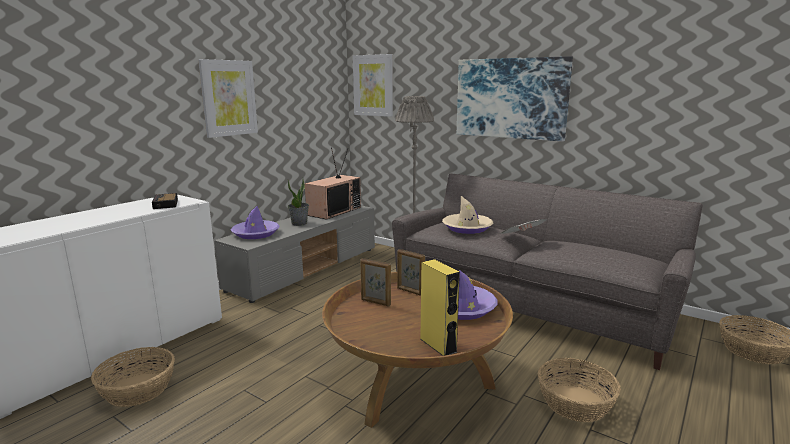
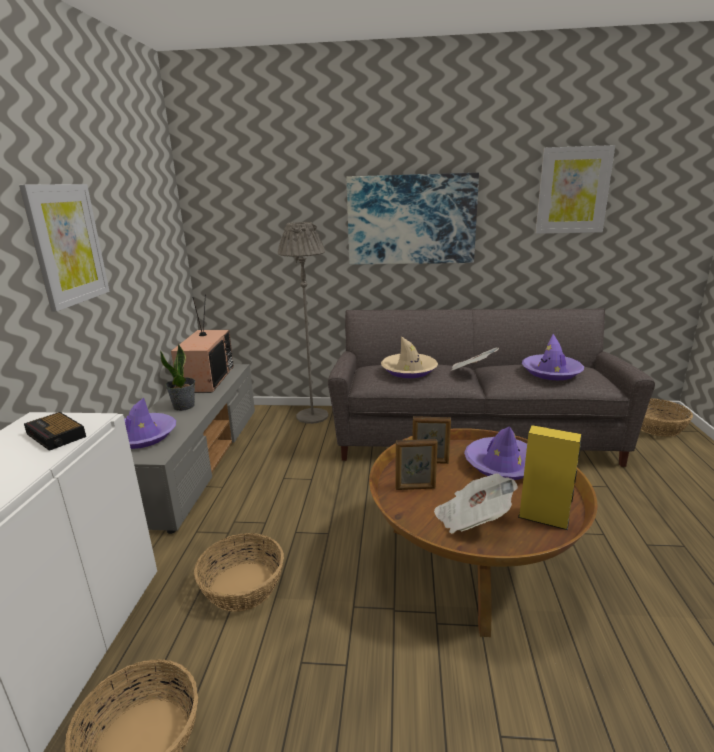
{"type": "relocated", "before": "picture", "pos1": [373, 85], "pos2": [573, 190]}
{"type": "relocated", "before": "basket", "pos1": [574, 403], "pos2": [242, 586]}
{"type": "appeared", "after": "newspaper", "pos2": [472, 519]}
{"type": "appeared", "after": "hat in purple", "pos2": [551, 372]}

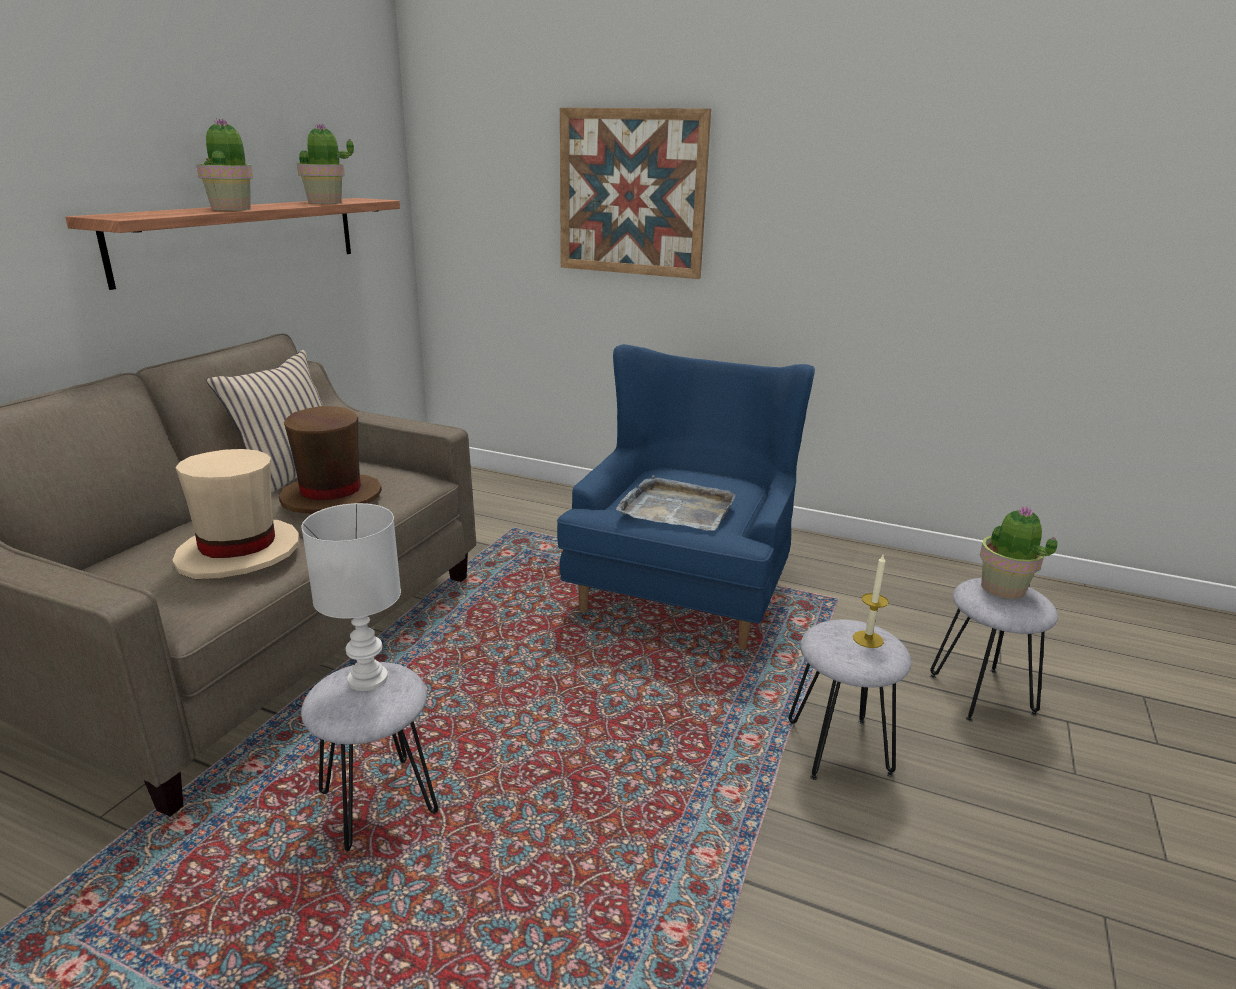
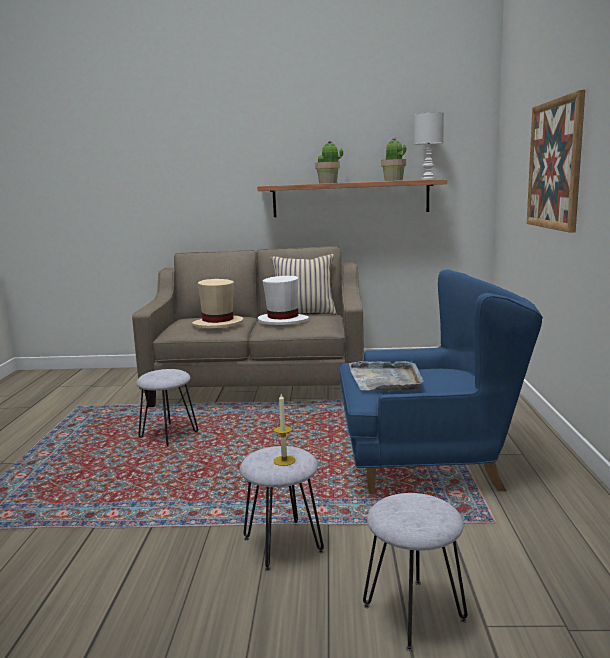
{"type": "colour", "before": "hat in brown", "after": "hat in white", "pos1": [331, 497], "pos2": [283, 321]}
{"type": "relocated", "before": "table lamp in white", "pos1": [366, 679], "pos2": [428, 179]}
{"type": "missing", "before": "potted plant", "pos1": [1003, 589]}

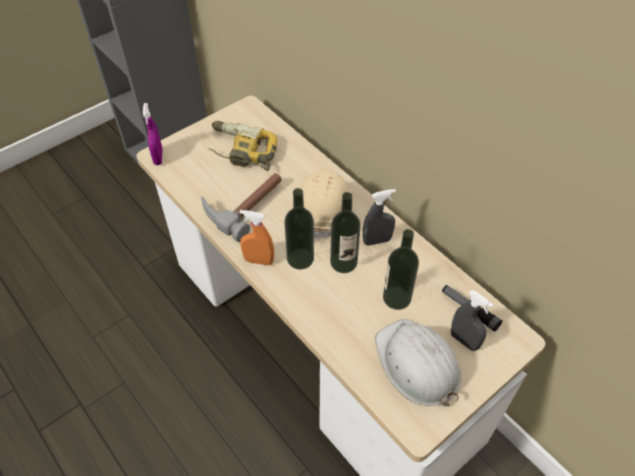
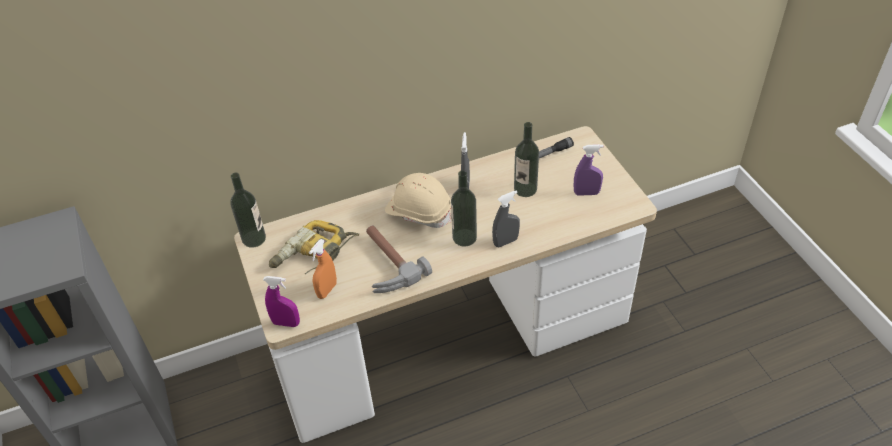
{"type": "relocated", "before": "spray bottle in orange", "pos1": [258, 261], "pos2": [327, 290]}
{"type": "relocated", "before": "bottle", "pos1": [343, 262], "pos2": [254, 238]}
{"type": "exchanged", "before": "hard hat in white", "after": "spray bottle in purple", "pos1": [417, 364], "pos2": [586, 193]}
{"type": "relocated", "before": "spray bottle in grey", "pos1": [464, 340], "pos2": [505, 242]}

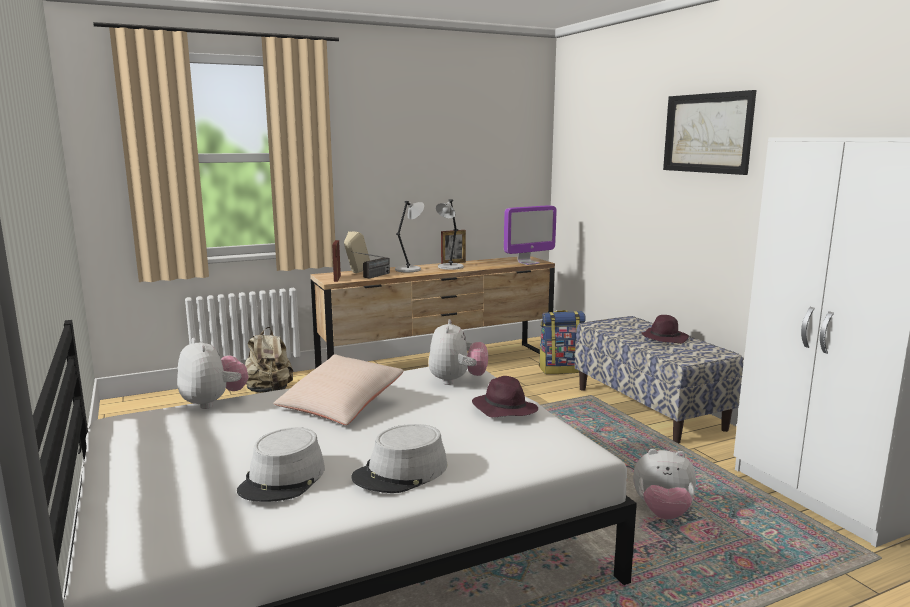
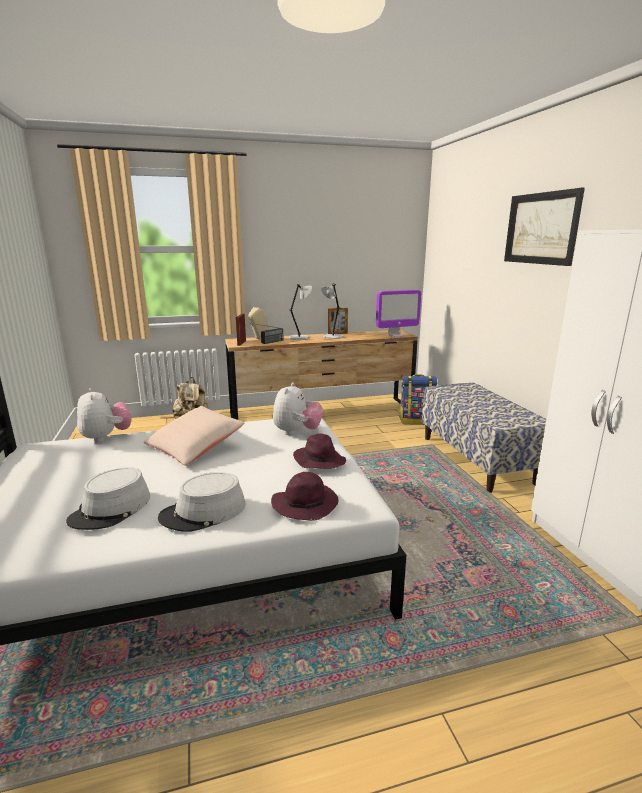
{"type": "missing", "before": "plush toy", "pos1": [662, 513]}
{"type": "relocated", "before": "hat in purple", "pos1": [664, 338], "pos2": [306, 504]}

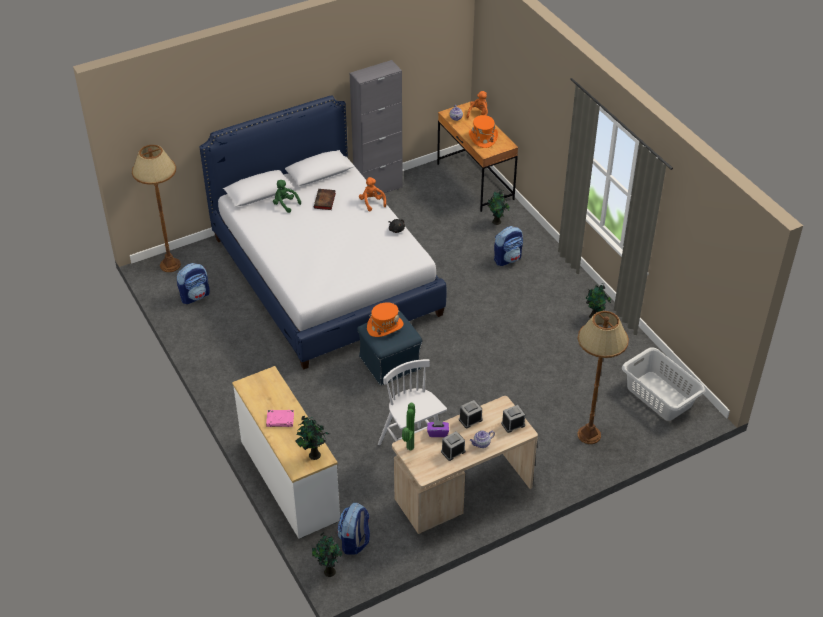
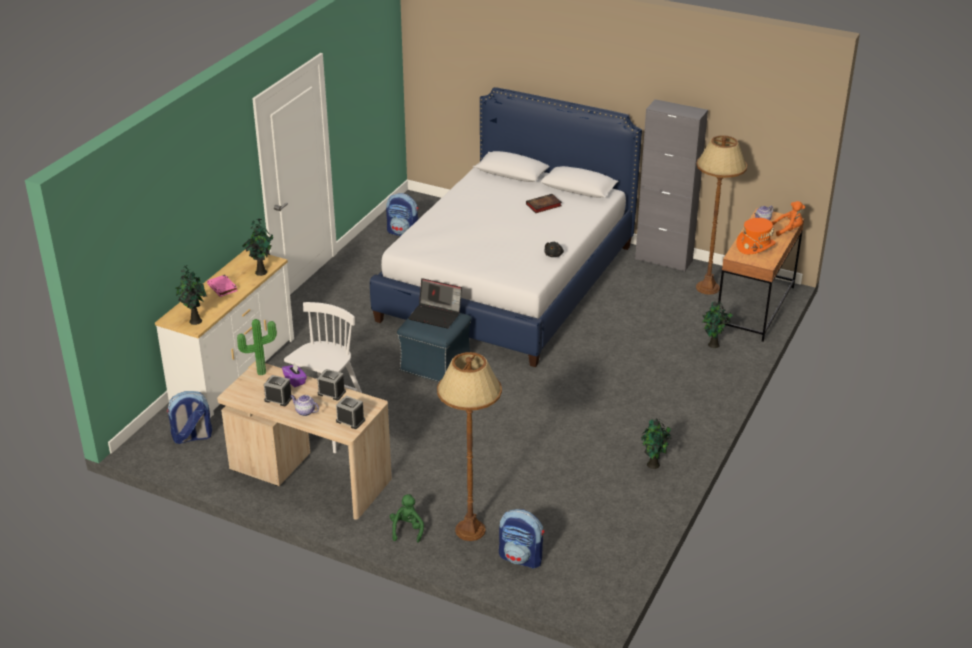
{"type": "relocated", "before": "floor lamp in brown", "pos1": [170, 265], "pos2": [708, 288]}
{"type": "relocated", "before": "plush toy in green", "pos1": [285, 204], "pos2": [407, 530]}
{"type": "relocated", "before": "potted plant", "pos1": [328, 571], "pos2": [261, 271]}
{"type": "missing", "before": "plush toy in orange", "pos1": [372, 202]}
{"type": "exchanged", "before": "hat in orange", "after": "laptop", "pos1": [385, 326], "pos2": [436, 315]}
{"type": "relocated", "before": "backpack", "pos1": [507, 259], "pos2": [521, 558]}
{"type": "missing", "before": "laundry basket in grey", "pos1": [659, 395]}

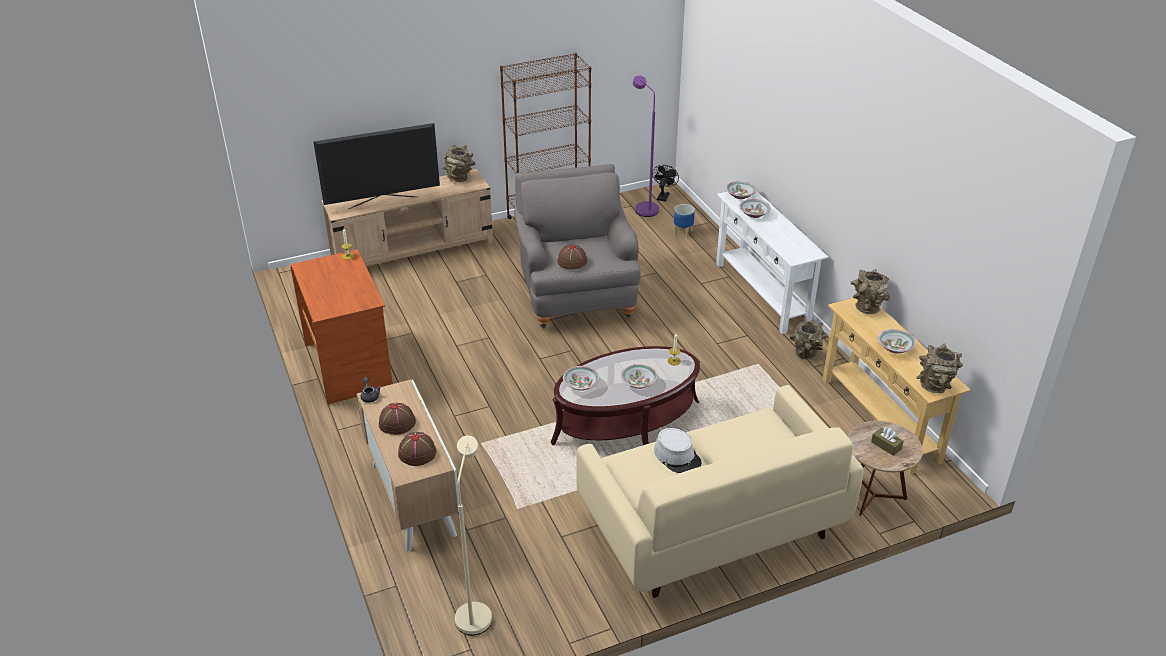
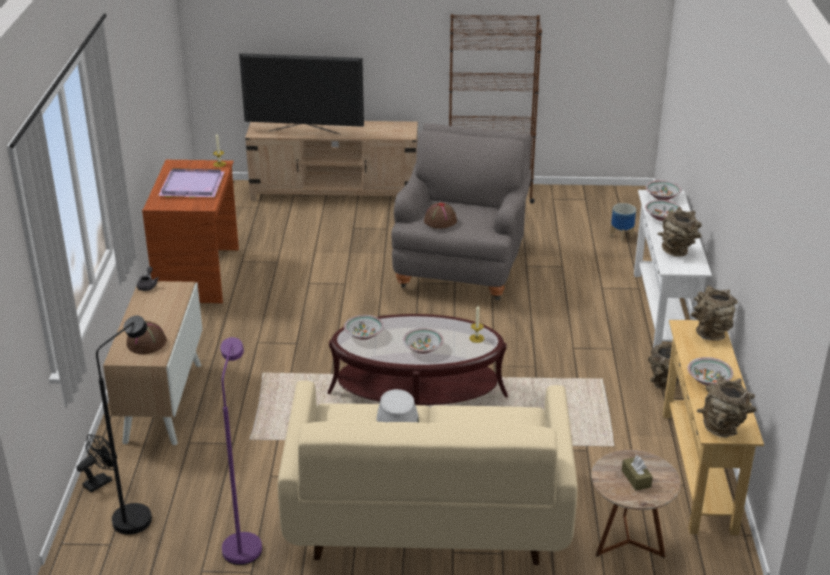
{"type": "missing", "before": "hat in brown", "pos1": [397, 423]}
{"type": "relocated", "before": "vase in brown", "pos1": [460, 178], "pos2": [678, 251]}
{"type": "colour", "before": "floor lamp in beige", "after": "floor lamp in black", "pos1": [475, 611], "pos2": [139, 514]}
{"type": "relocated", "before": "floor lamp in purple", "pos1": [643, 207], "pos2": [243, 542]}
{"type": "relocated", "before": "fan in black", "pos1": [663, 196], "pos2": [101, 481]}
{"type": "appeared", "after": "tray in purple", "pos2": [191, 186]}

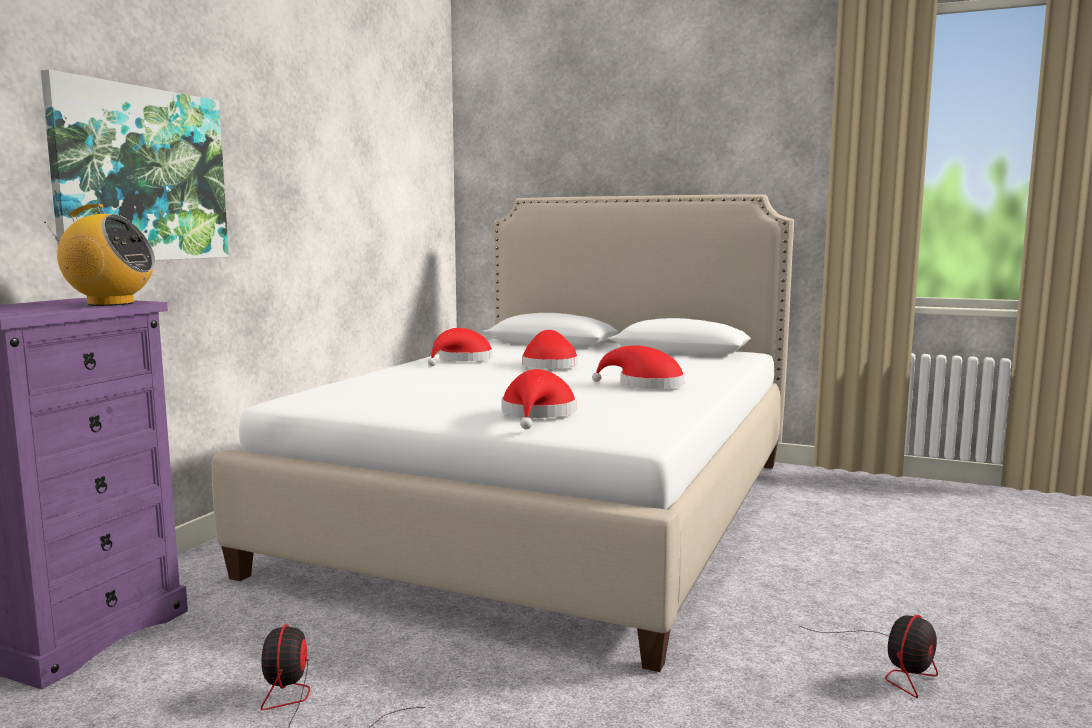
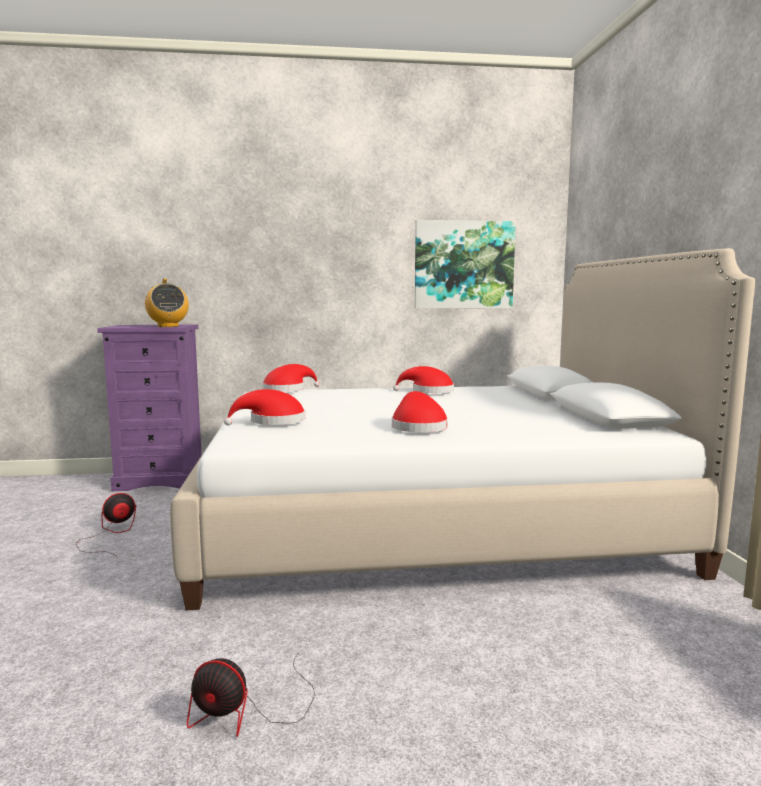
{"type": "relocated", "before": "picture", "pos1": [141, 175], "pos2": [464, 265]}
{"type": "relocated", "before": "hat in red", "pos1": [549, 365], "pos2": [287, 389]}

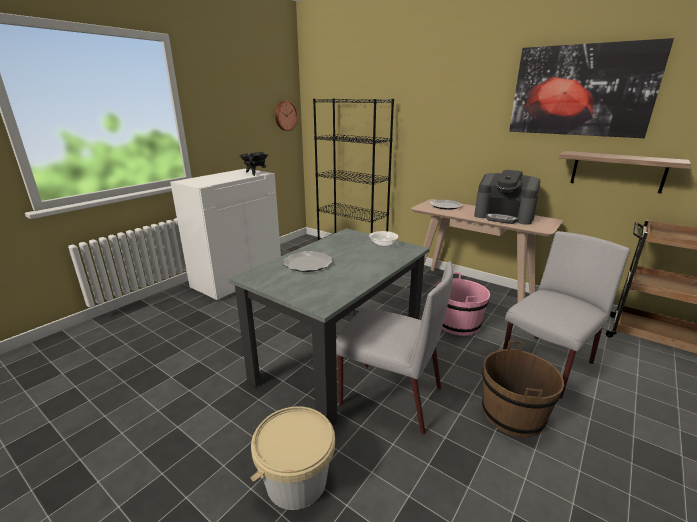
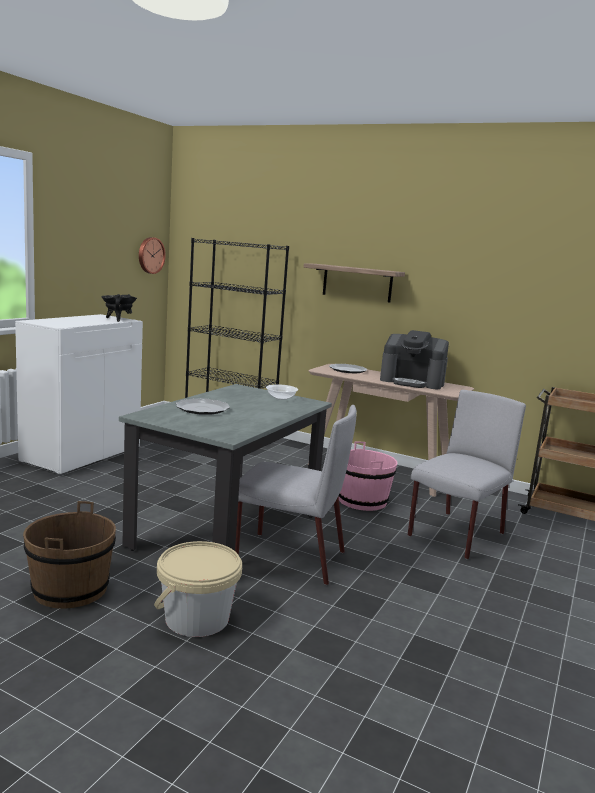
{"type": "relocated", "before": "bucket in brown", "pos1": [512, 414], "pos2": [71, 589]}
{"type": "missing", "before": "picture", "pos1": [581, 91]}
{"type": "relocated", "before": "shelf", "pos1": [617, 171], "pos2": [357, 283]}

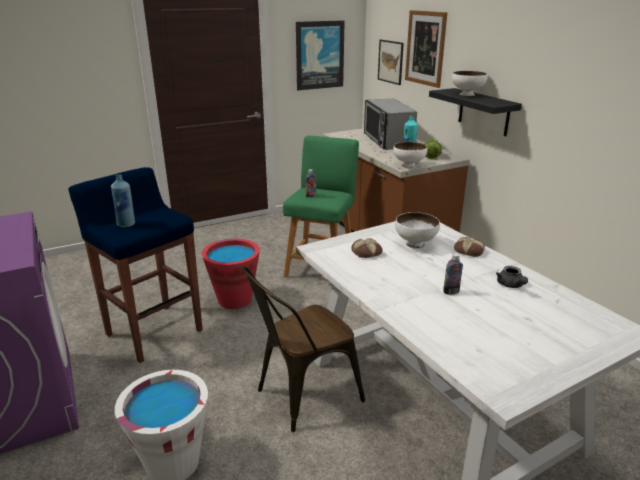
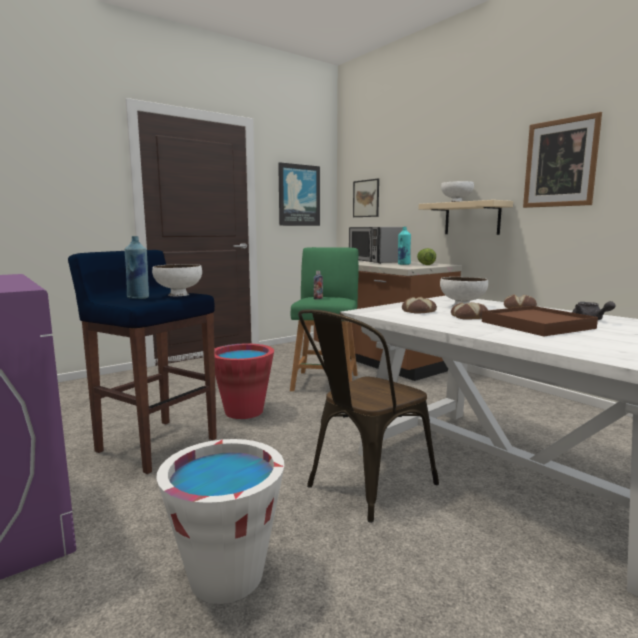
{"type": "relocated", "before": "bowl in white", "pos1": [409, 165], "pos2": [179, 295]}
{"type": "relocated", "before": "picture", "pos1": [425, 48], "pos2": [560, 163]}
{"type": "colour", "before": "shelf in black", "after": "shelf in beige", "pos1": [483, 112], "pos2": [472, 218]}
{"type": "exchanged", "before": "bottle", "after": "tray in brown", "pos1": [451, 292], "pos2": [537, 325]}
{"type": "appeared", "after": "bread", "pos2": [469, 317]}

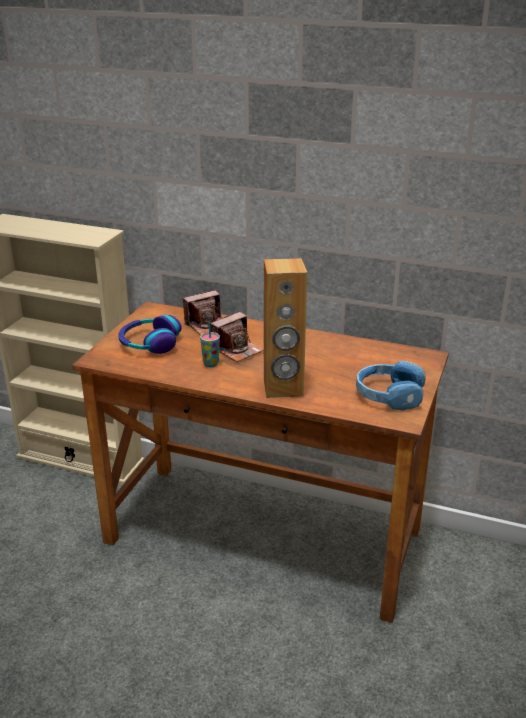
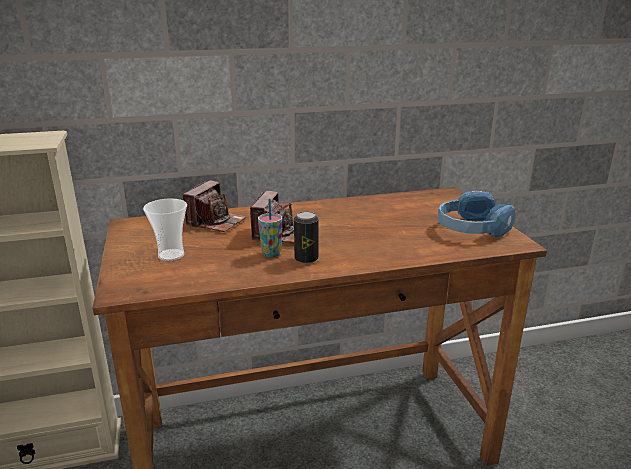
{"type": "exchanged", "before": "headphones", "after": "cup", "pos1": [149, 343], "pos2": [171, 255]}
{"type": "missing", "before": "speaker in brown", "pos1": [283, 388]}
{"type": "appeared", "after": "can", "pos2": [306, 259]}

